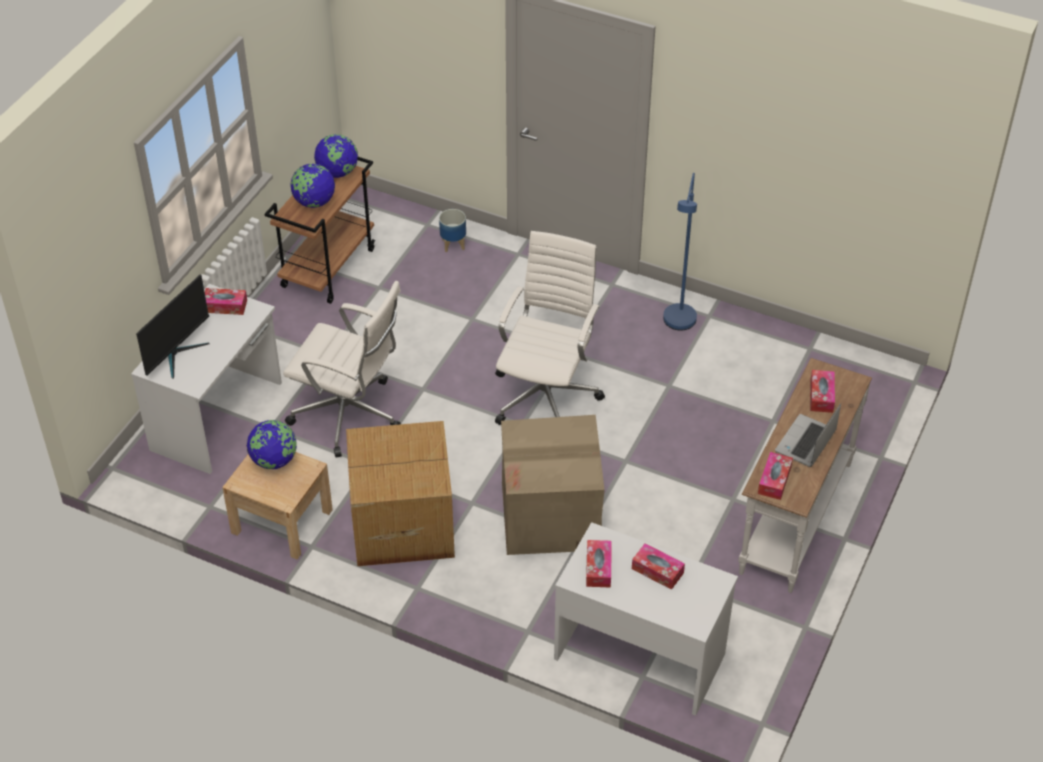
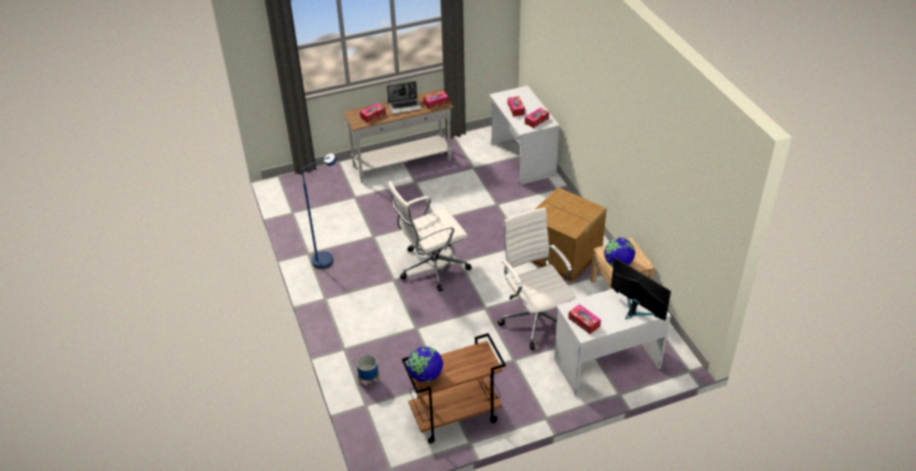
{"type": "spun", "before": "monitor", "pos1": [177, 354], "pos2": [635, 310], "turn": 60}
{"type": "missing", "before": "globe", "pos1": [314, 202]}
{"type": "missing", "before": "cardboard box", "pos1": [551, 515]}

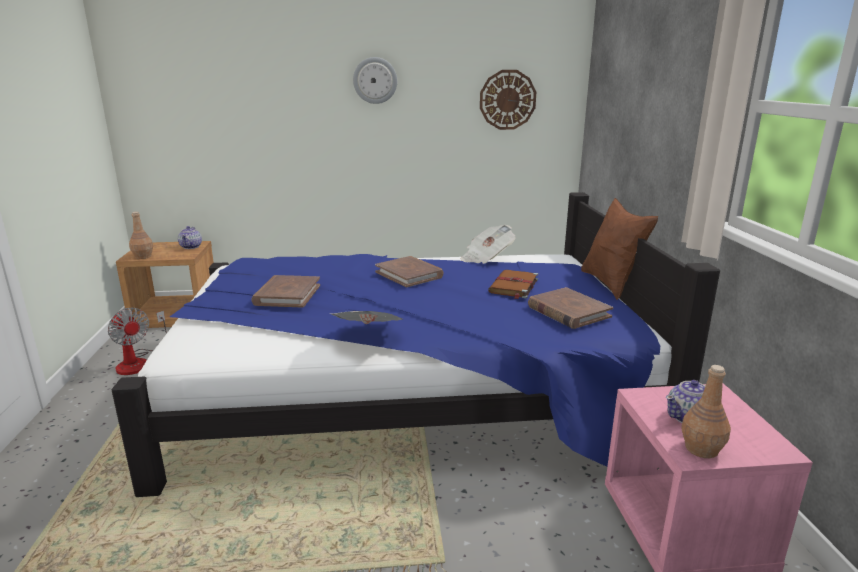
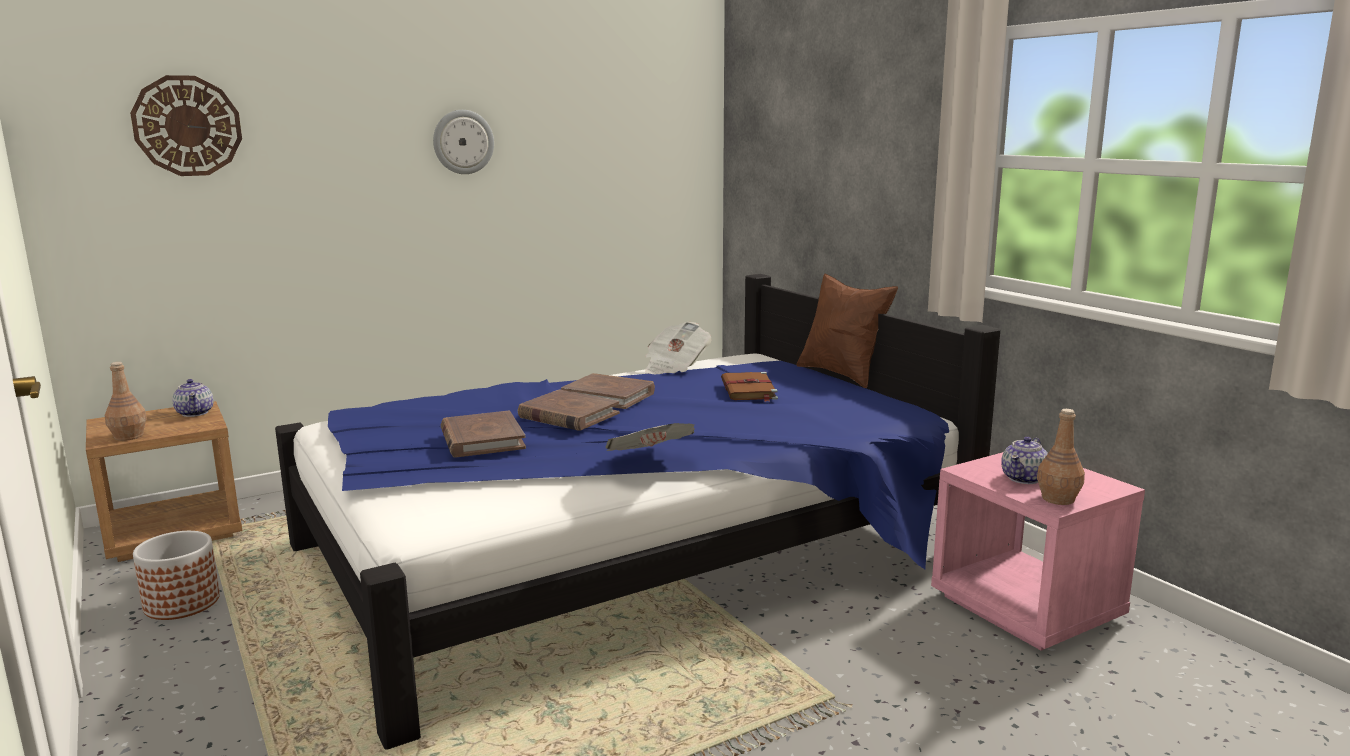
{"type": "exchanged", "before": "fan", "after": "planter", "pos1": [139, 362], "pos2": [182, 603]}
{"type": "relocated", "before": "wall clock", "pos1": [507, 100], "pos2": [187, 126]}
{"type": "relocated", "before": "book in brown", "pos1": [568, 311], "pos2": [568, 415]}

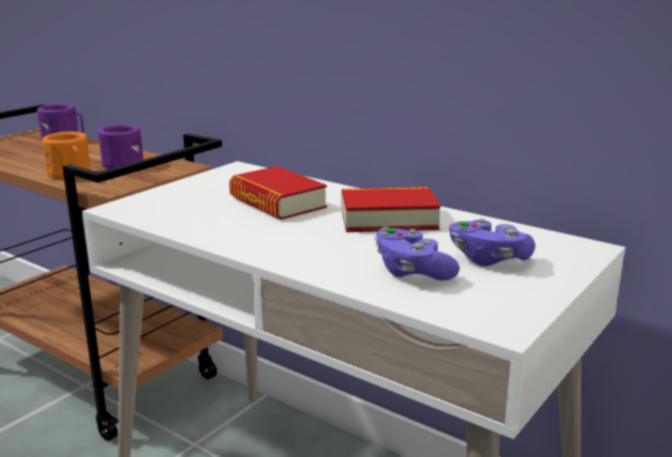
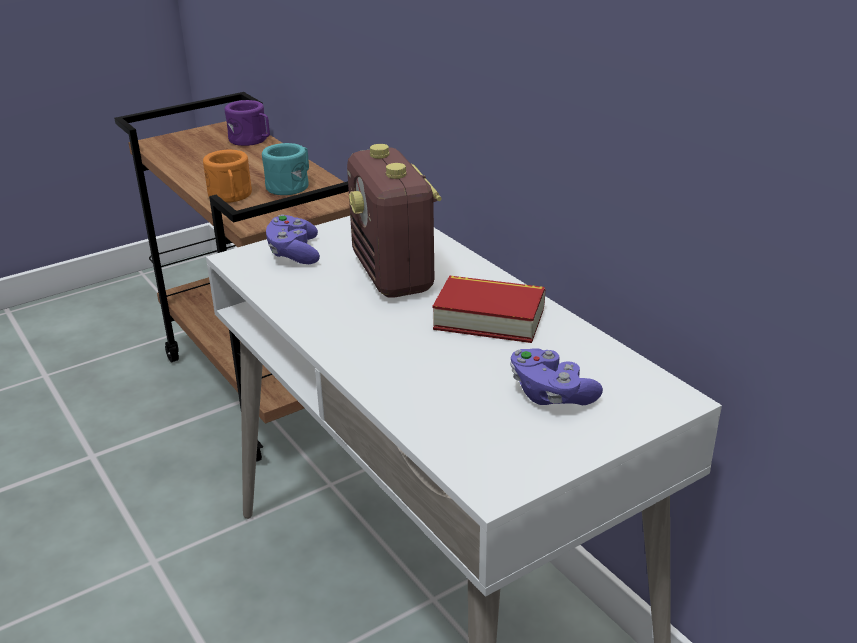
{"type": "colour", "before": "mug in purple", "after": "mug in turquoise", "pos1": [125, 163], "pos2": [291, 185]}
{"type": "exchanged", "before": "book", "after": "radio", "pos1": [277, 202], "pos2": [393, 274]}
{"type": "relocated", "before": "game controller in purple", "pos1": [412, 272], "pos2": [294, 253]}

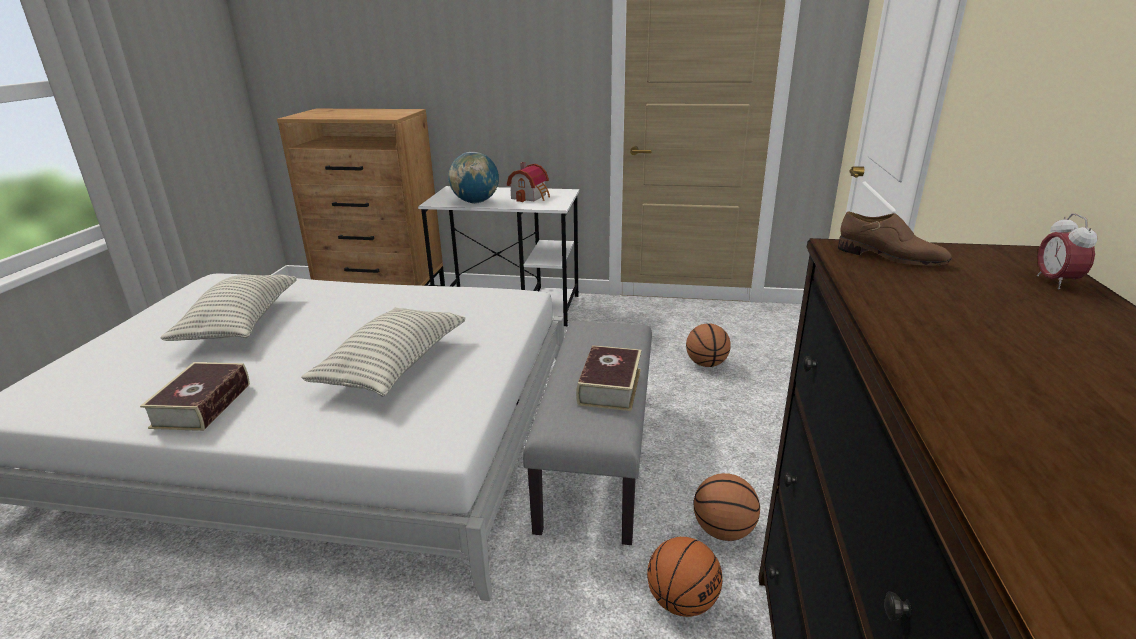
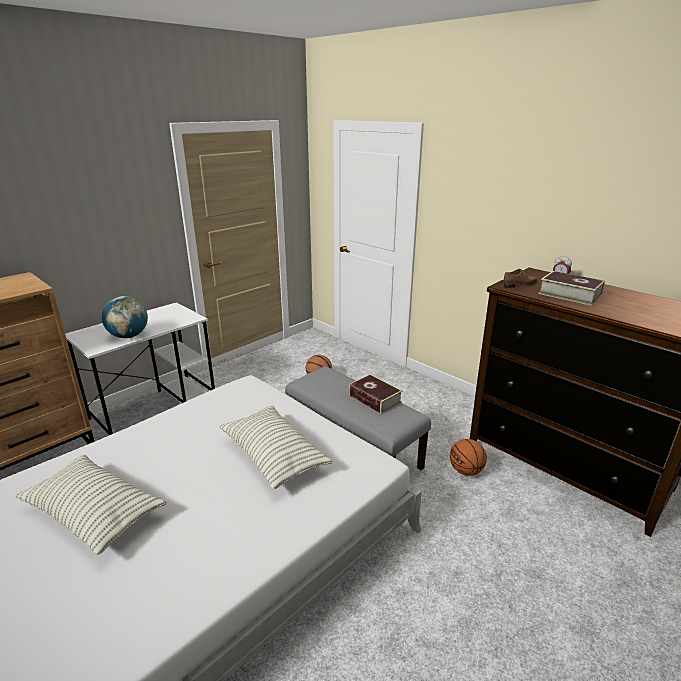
{"type": "relocated", "before": "book", "pos1": [202, 405], "pos2": [569, 294]}
{"type": "missing", "before": "toy house", "pos1": [531, 196]}
{"type": "missing", "before": "basketball", "pos1": [723, 530]}

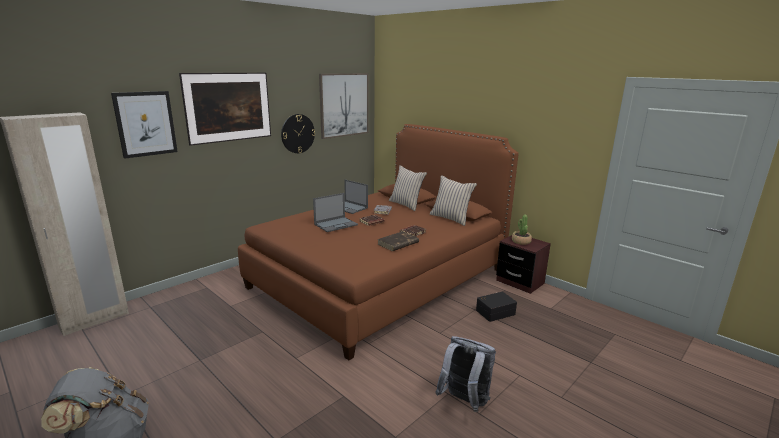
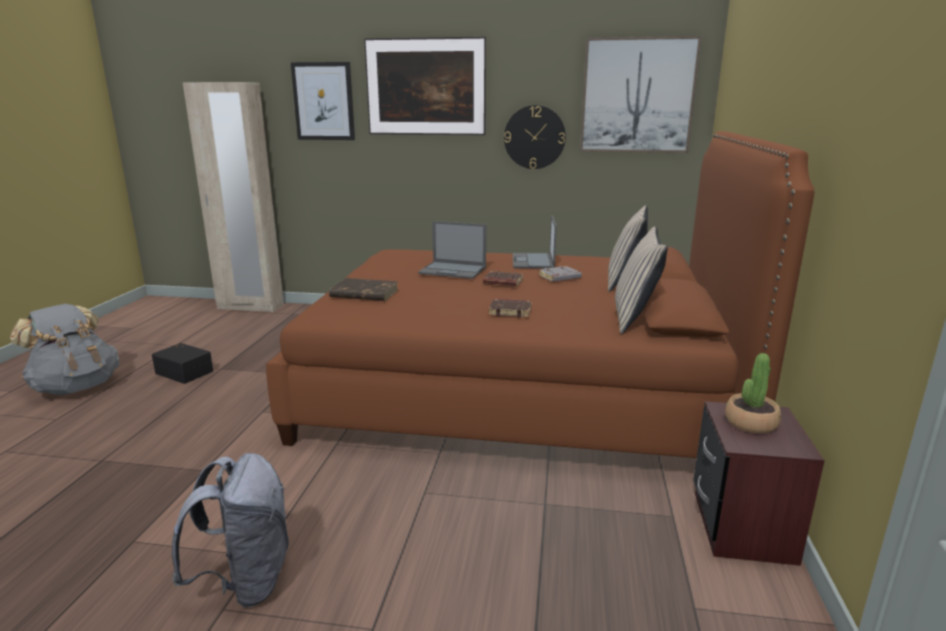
{"type": "relocated", "before": "book in brown", "pos1": [398, 243], "pos2": [363, 293]}
{"type": "relocated", "before": "storage box in black", "pos1": [494, 312], "pos2": [185, 372]}

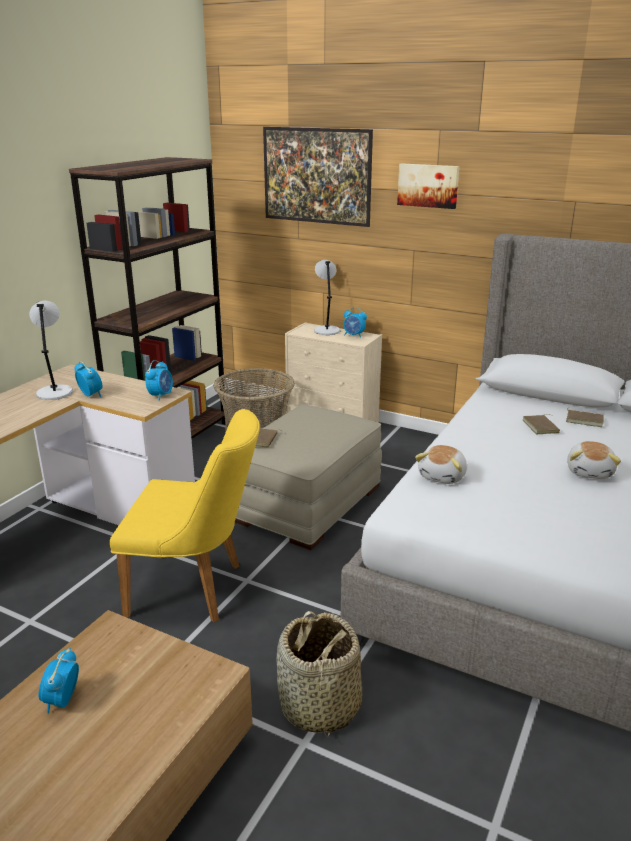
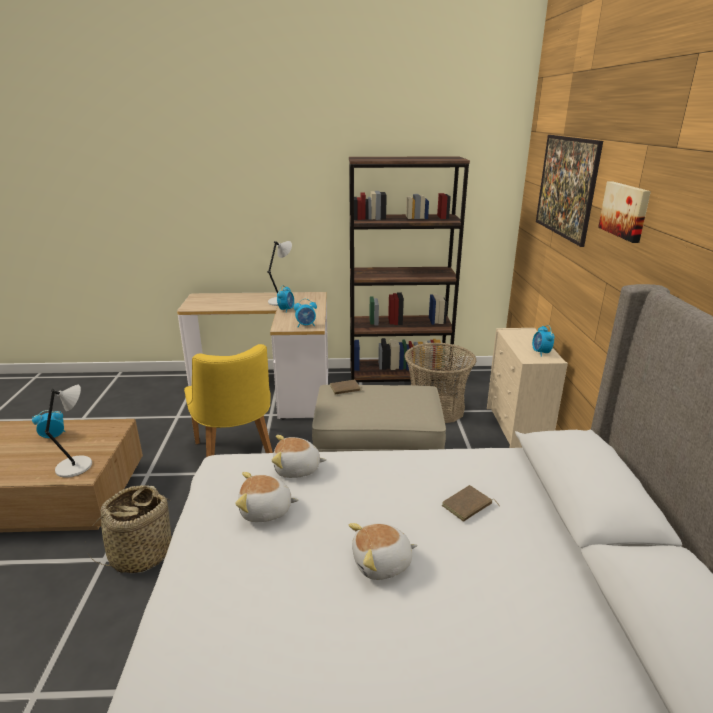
{"type": "relocated", "before": "table lamp in grey", "pos1": [326, 330], "pos2": [76, 466]}
{"type": "missing", "before": "book in brown", "pos1": [584, 420]}
{"type": "appeared", "after": "plush toy", "pos2": [266, 511]}

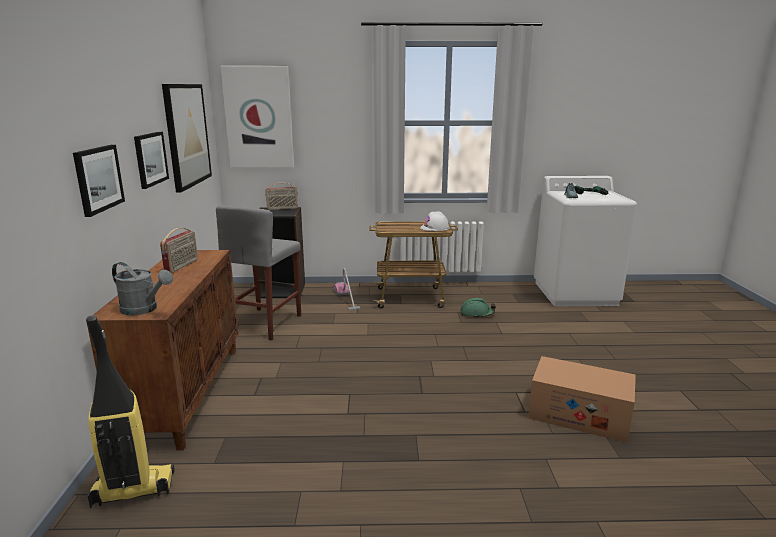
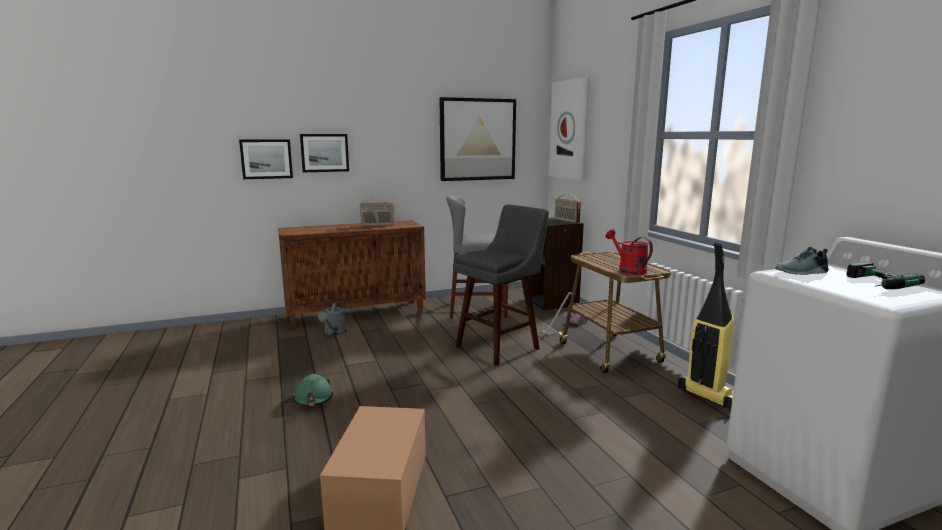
{"type": "relocated", "before": "vacuum cleaner", "pos1": [132, 490], "pos2": [709, 397]}
{"type": "relocated", "before": "watering can in grey", "pos1": [144, 309], "pos2": [334, 333]}
{"type": "relocated", "before": "picture", "pos1": [150, 159], "pos2": [266, 159]}
{"type": "exchanged", "before": "hard hat in white", "after": "watering can in red", "pos1": [435, 228], "pos2": [628, 269]}
{"type": "relocated", "before": "hard hat in green", "pos1": [476, 314], "pos2": [313, 399]}
{"type": "appeared", "after": "stool in grey", "pos2": [500, 346]}

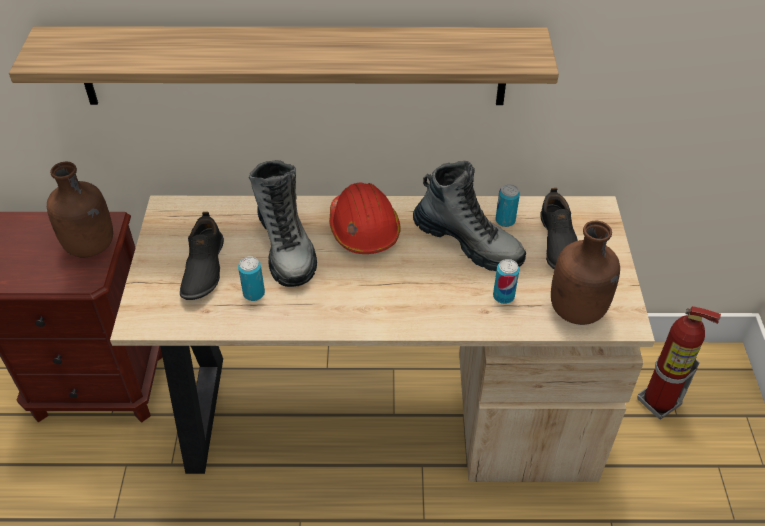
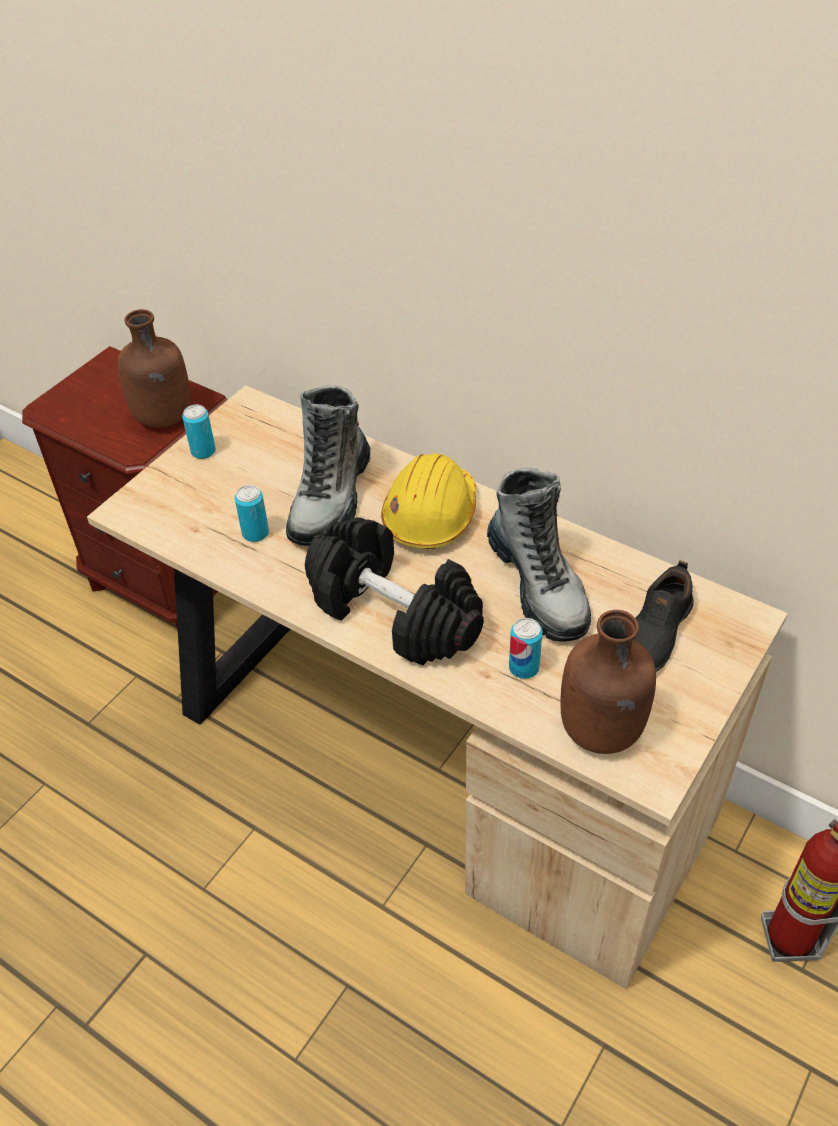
{"type": "missing", "before": "shelf", "pos1": [293, 66]}
{"type": "missing", "before": "shoe in black", "pos1": [202, 268]}
{"type": "colour", "before": "hard hat in red", "after": "hard hat in yellow", "pos1": [363, 229], "pos2": [430, 515]}
{"type": "relocated", "before": "can", "pos1": [505, 220], "pos2": [203, 451]}
{"type": "appeared", "after": "dumbbell in black", "pos2": [395, 613]}

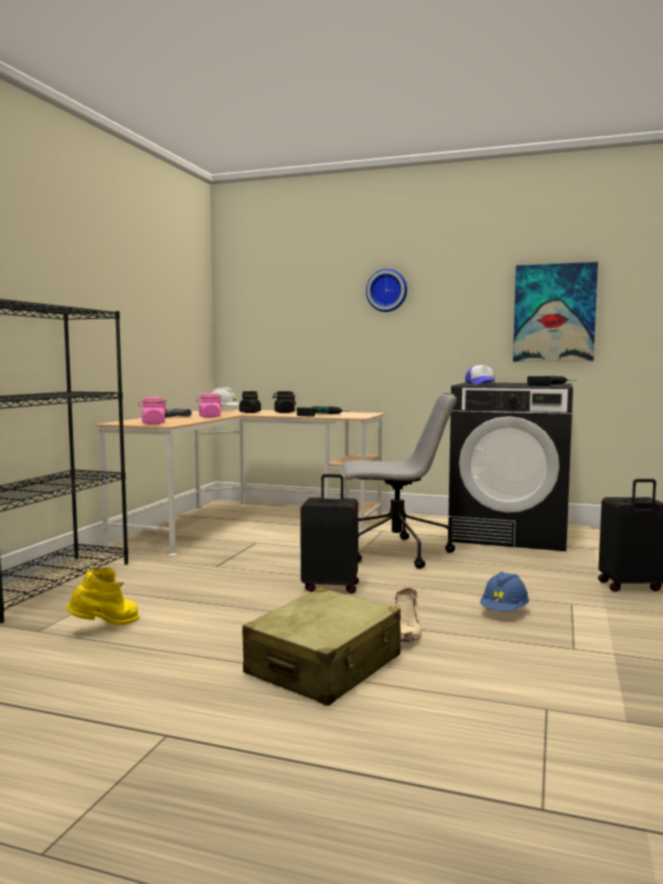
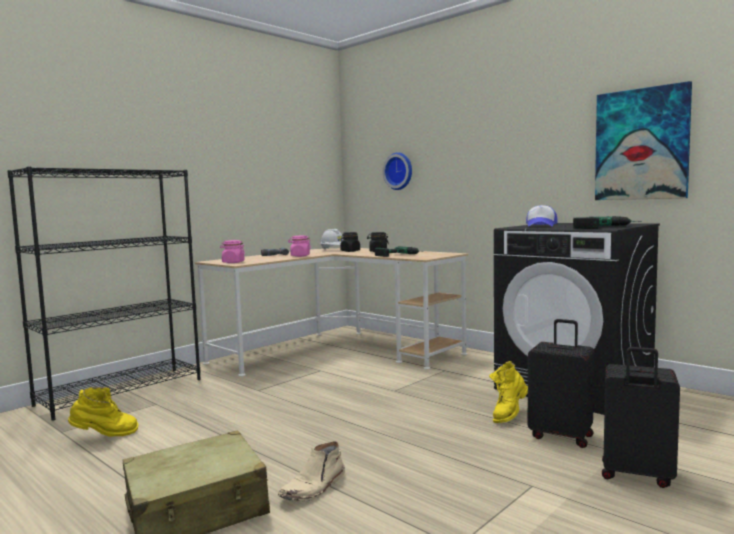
{"type": "relocated", "before": "suitcase in black", "pos1": [331, 586], "pos2": [561, 436]}
{"type": "missing", "before": "office chair in grey", "pos1": [394, 553]}
{"type": "relocated", "before": "wall clock", "pos1": [387, 290], "pos2": [399, 171]}
{"type": "missing", "before": "hard hat in blue", "pos1": [504, 611]}
{"type": "appeared", "after": "boot in yellow", "pos2": [509, 415]}

